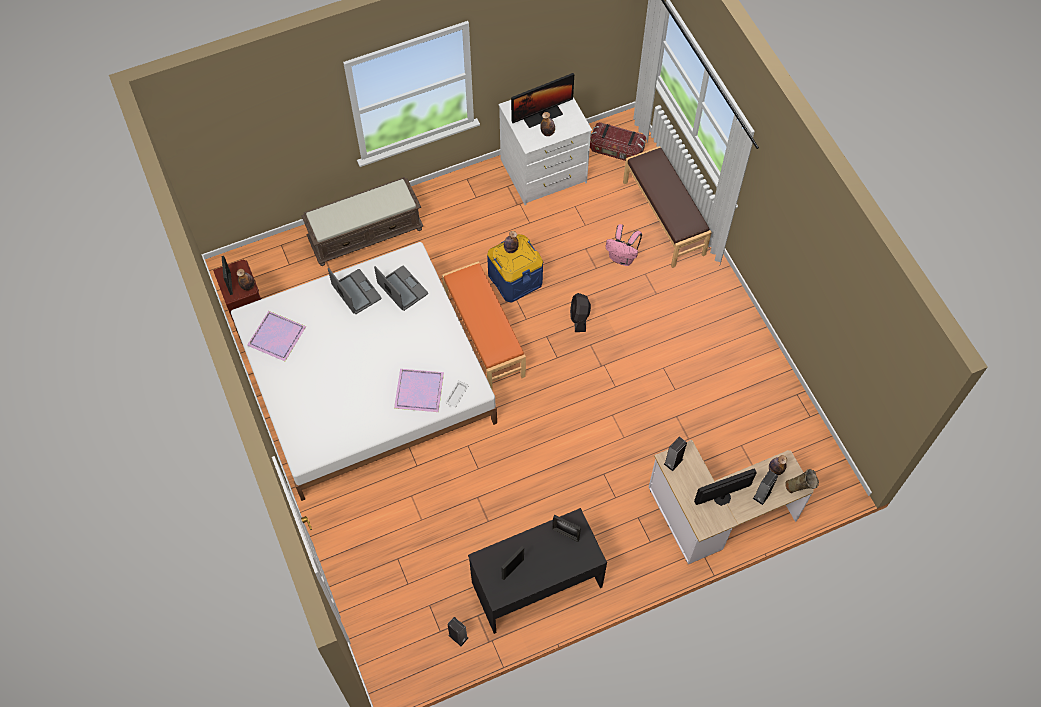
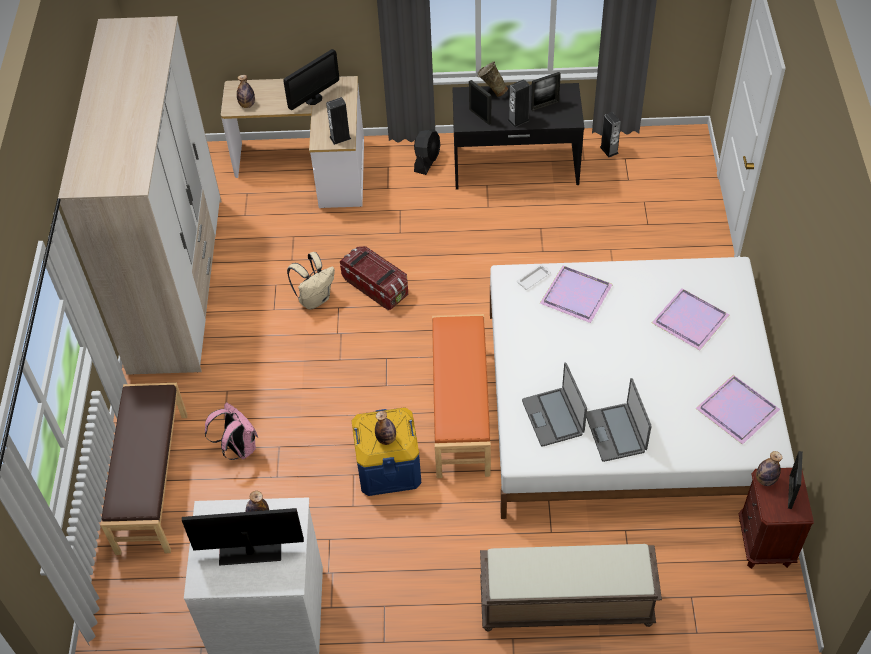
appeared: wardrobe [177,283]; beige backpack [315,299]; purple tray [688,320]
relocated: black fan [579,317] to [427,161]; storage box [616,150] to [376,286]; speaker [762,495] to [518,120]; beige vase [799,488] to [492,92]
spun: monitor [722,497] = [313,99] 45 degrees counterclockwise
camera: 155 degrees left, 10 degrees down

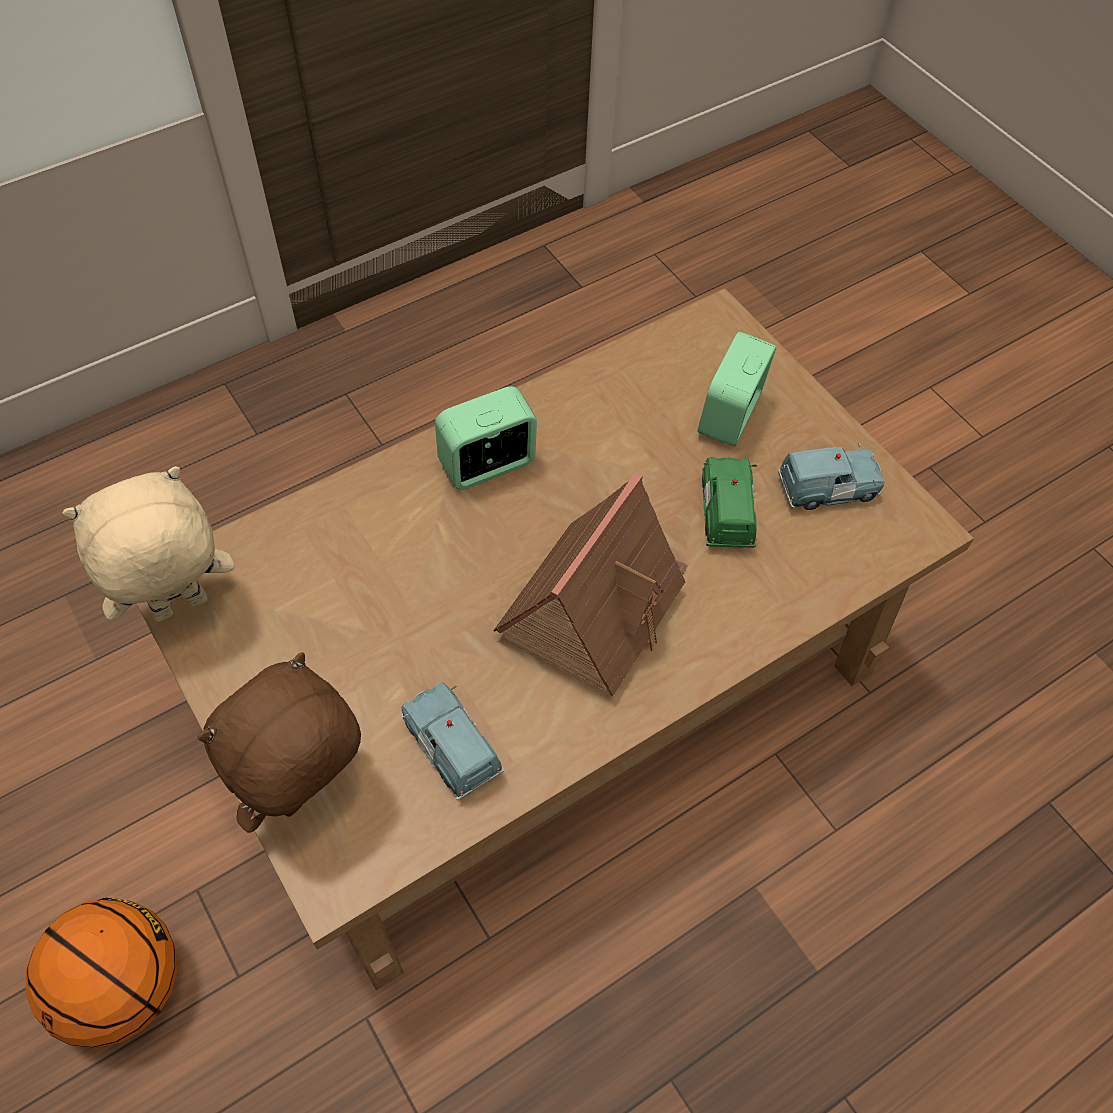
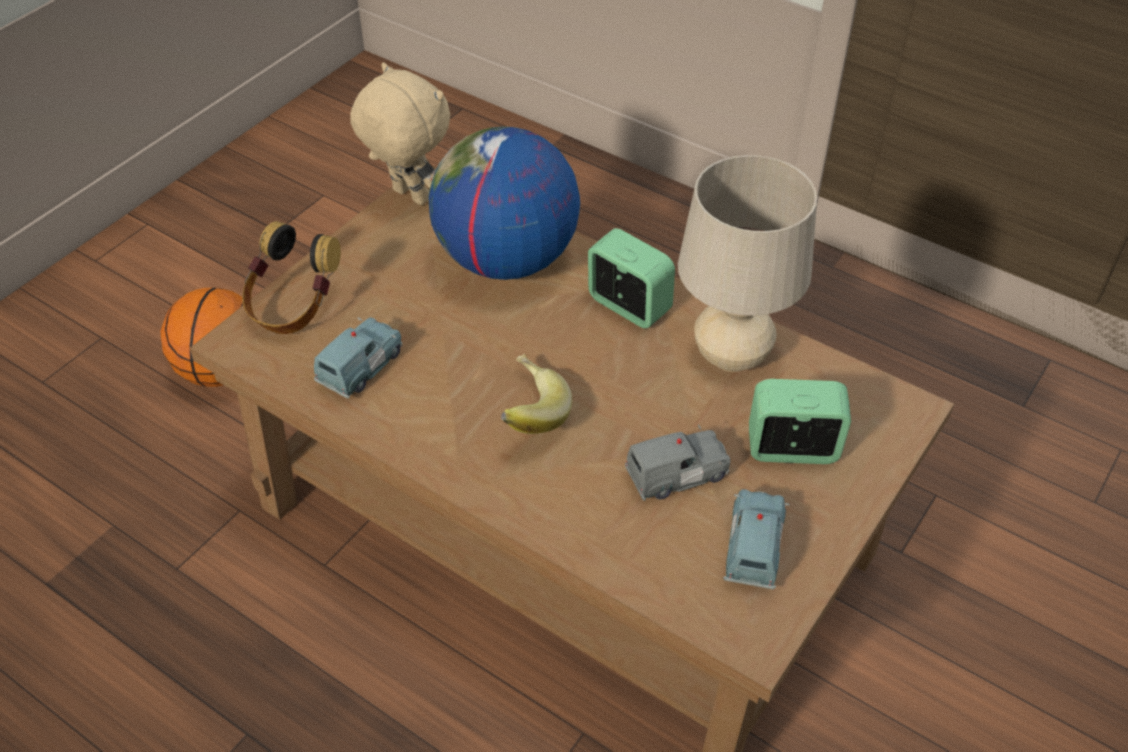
appeared: globe [506,260]; beige table lamp [731,356]
exchanged: brown plush toy [308,795] to headphones [293,307]; toy house [595,606] to banana [527,413]
colour: green toy car [726,511] to grey toy car [678,475]
spun: blue toy car [828,489] = [754,547] 135 degrees counterclockwise
camera: 70 degrees right, 10 degrees down

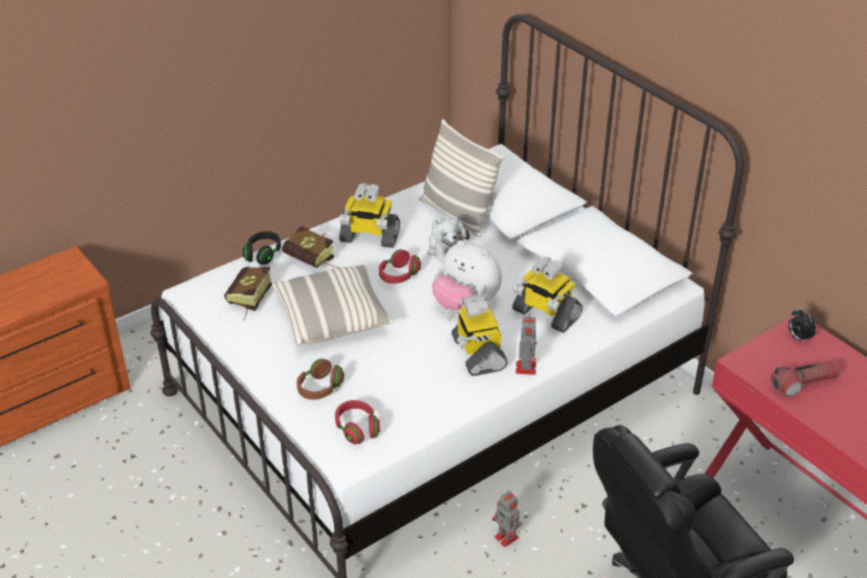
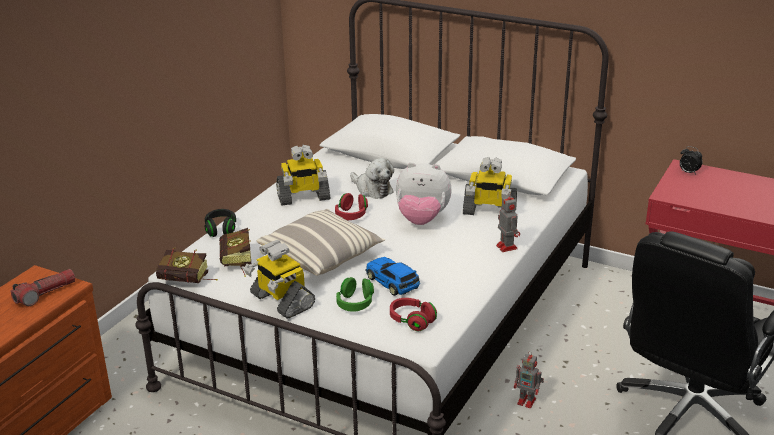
missing: pillow [457,214]
appeared: toy car [393,282]
relocated: book [313,262] to [189,281]; toy robot [477,353] to [281,301]; flashlight [804,384] to [45,294]
colour: brown headphones [320,388] to green headphones [355,304]
camera: 25 degrees left, 10 degrees down

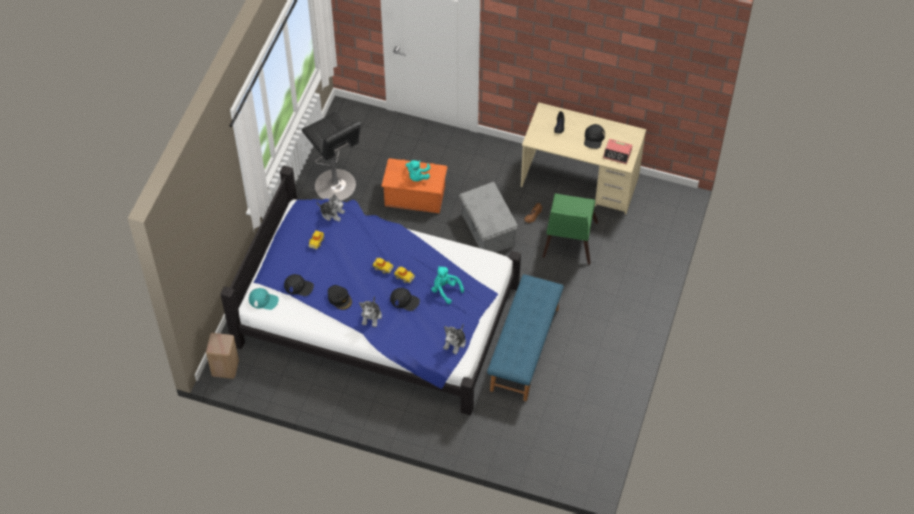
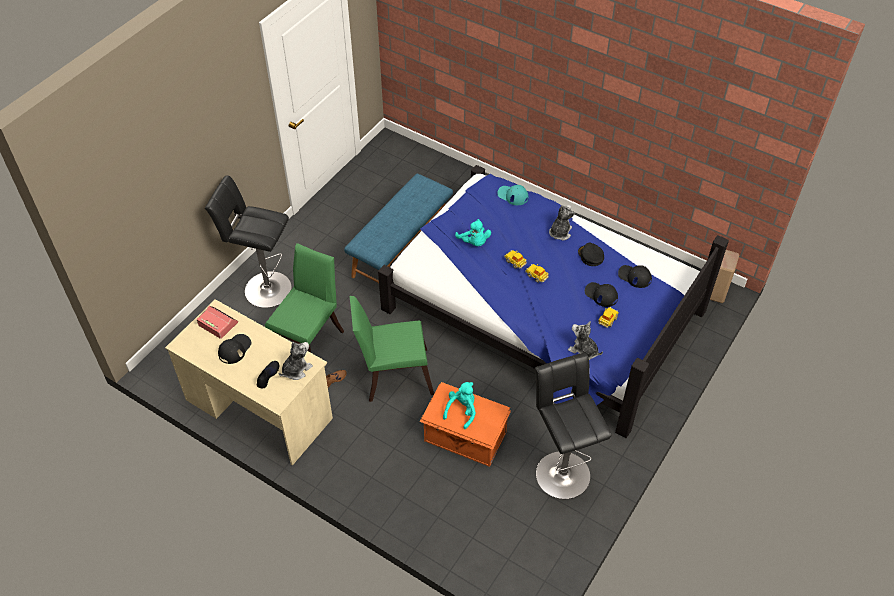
appeared: black stool [264,288]
relocated: turquoise cap [263,300] to [512,195]; black cap [404,300] to [601,295]; plush toy [455,343] to [296,369]
exchanged: grey storage box [487,230] to green chair [392,374]
camera: 165 degrees left, 5 degrees down

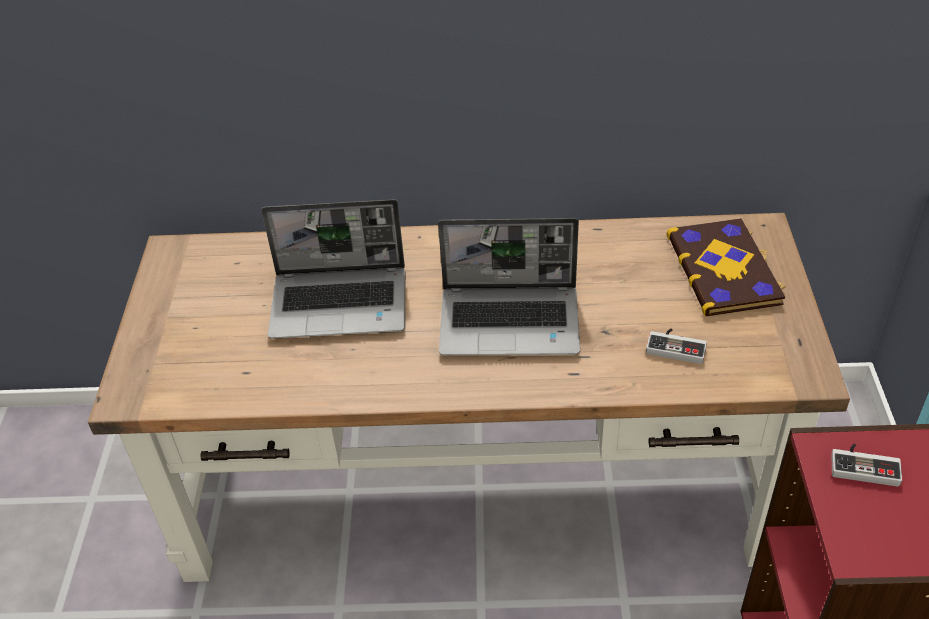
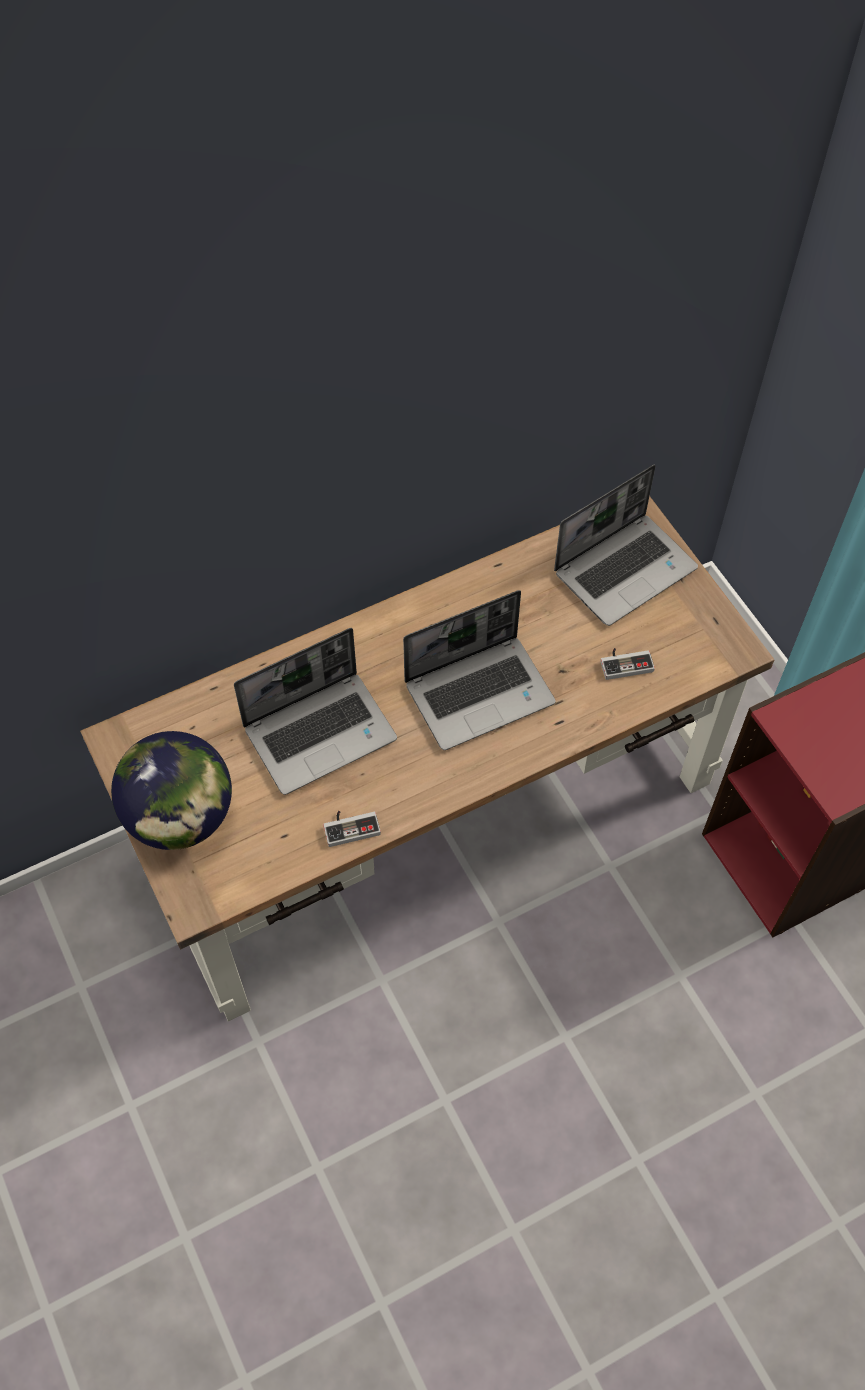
appeared: globe [181,817]
relocated: game controller [864,465] to [350,826]
exchanged: book [725,269] to laptop [625,569]
camera: 30 degrees left, 15 degrees up

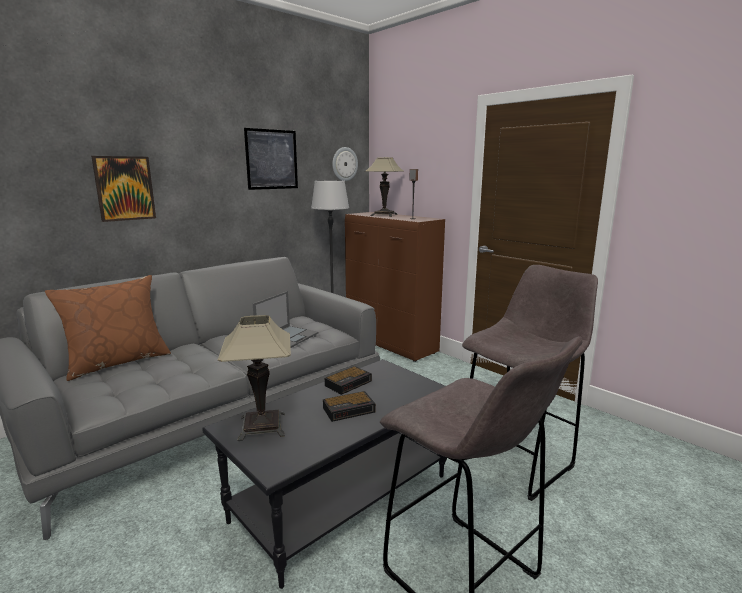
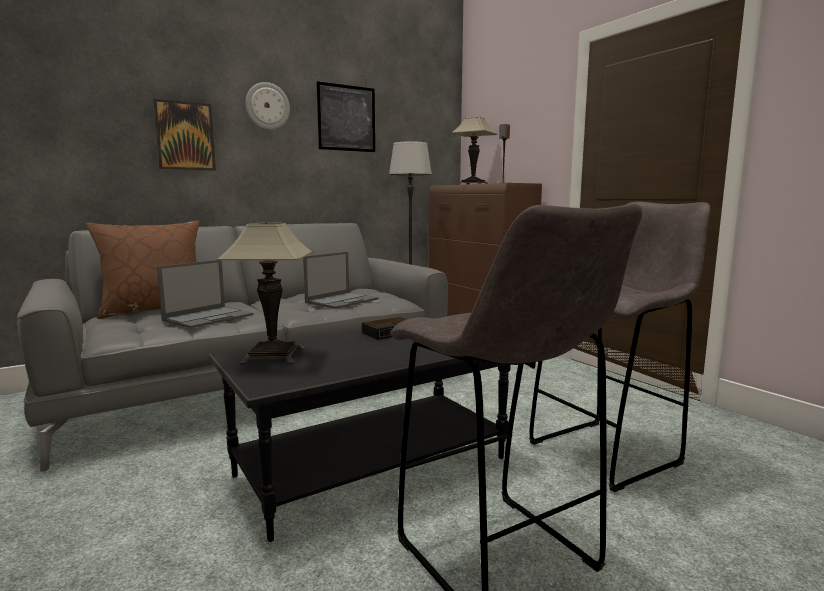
missing: alarm clock [350,409]
appeared: laptop [209,317]
relocated: wall clock [344,164] to [267,106]
camera: 10 degrees right, 5 degrees down

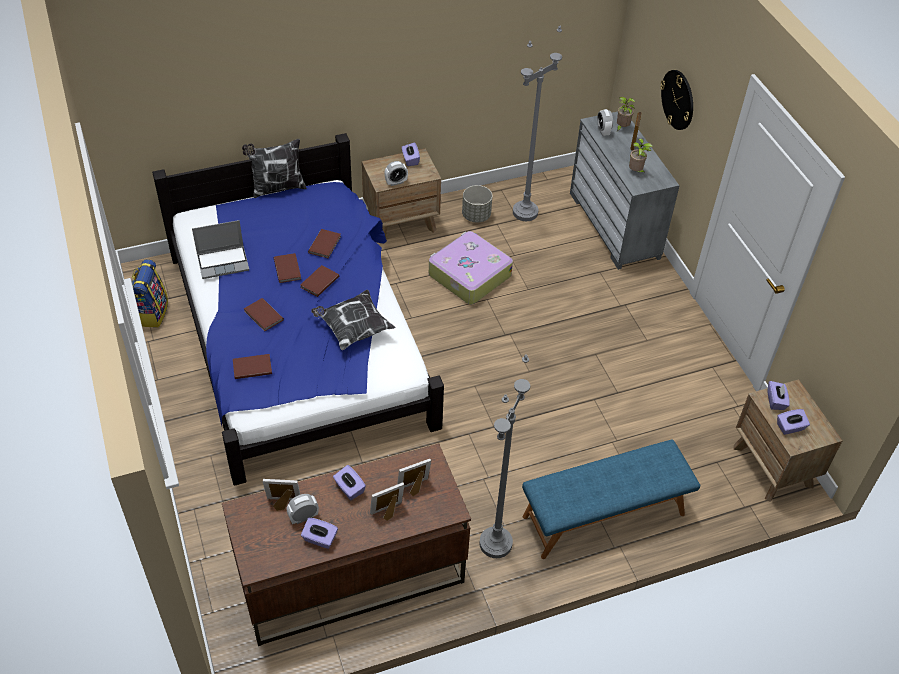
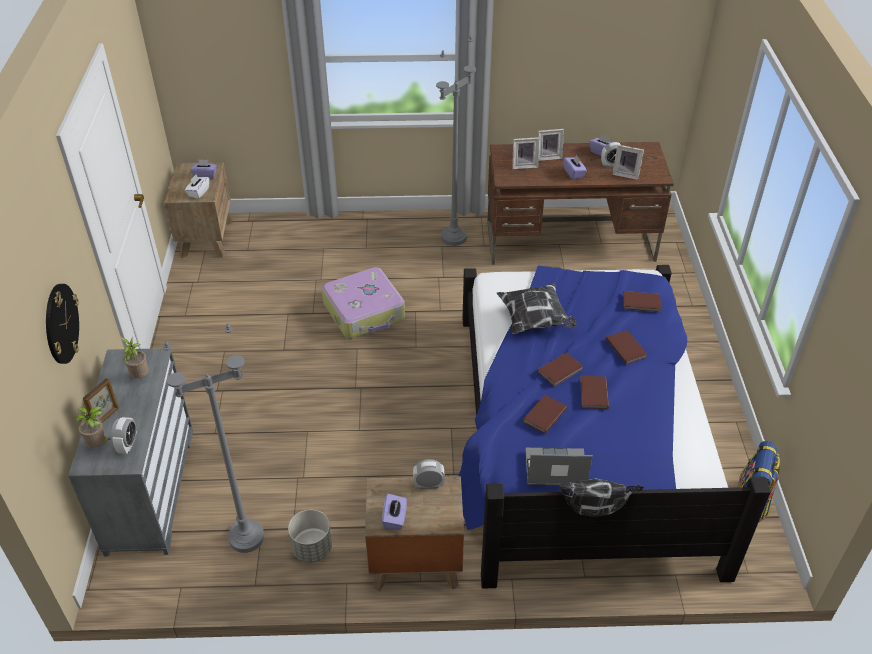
missing: blue bench [604,516]
relocated: laptop [223,262] to [554,469]; suitcase [468,275] to [364,311]
colour: purple tissue box [776,401] to white tissue box [198,192]
camera: 160 degrees left, 5 degrees down

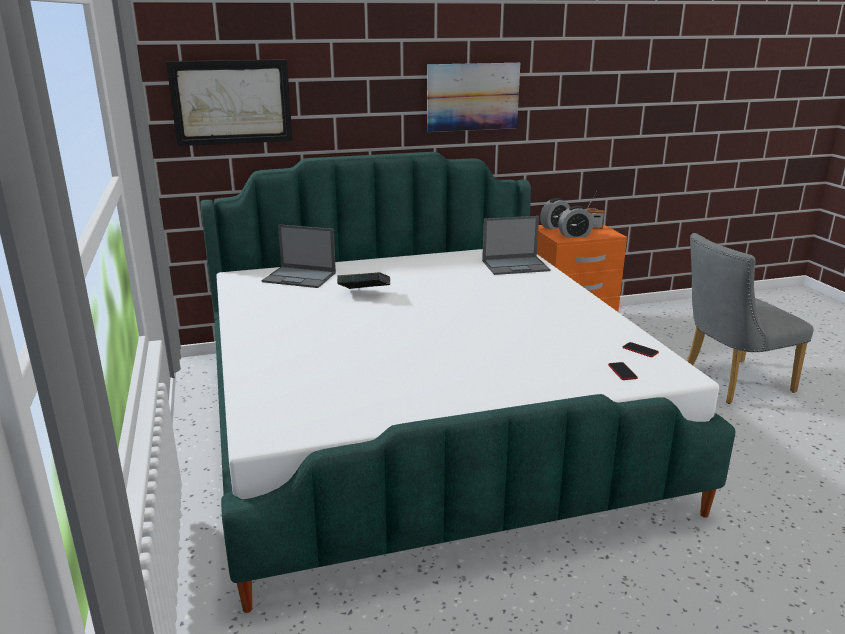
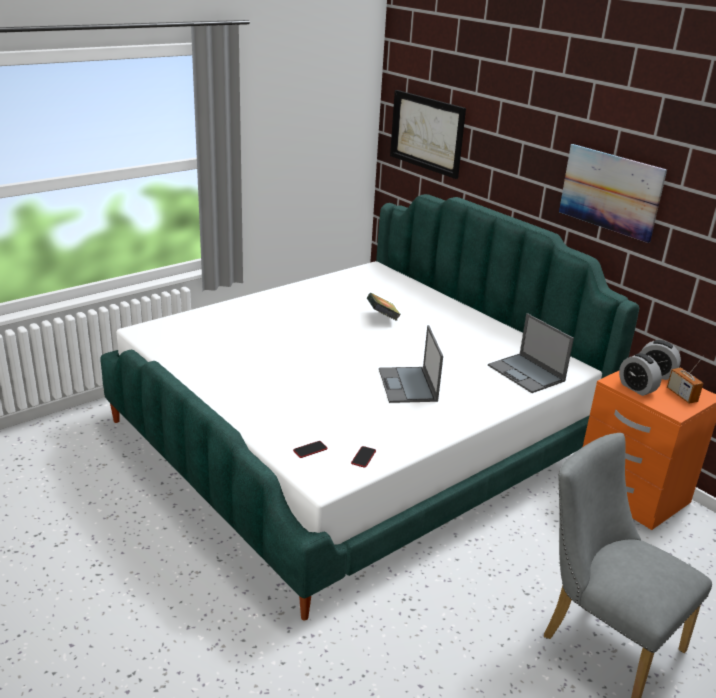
relocated: laptop [300,277] to [408,385]
camera: 65 degrees right, 5 degrees up

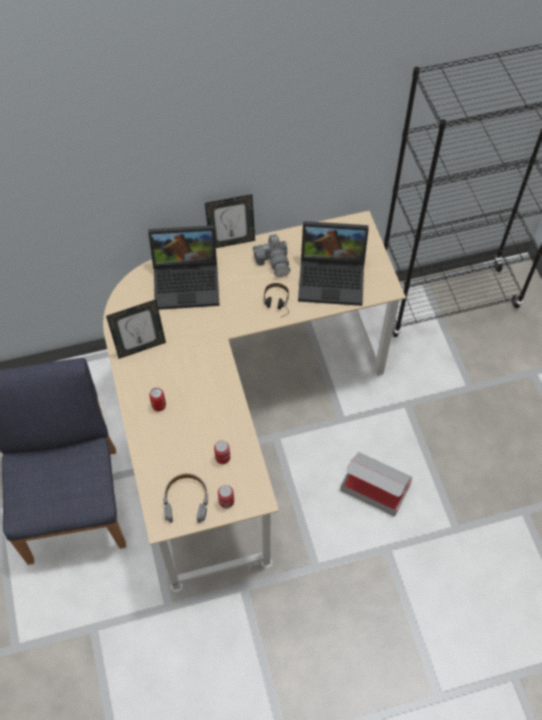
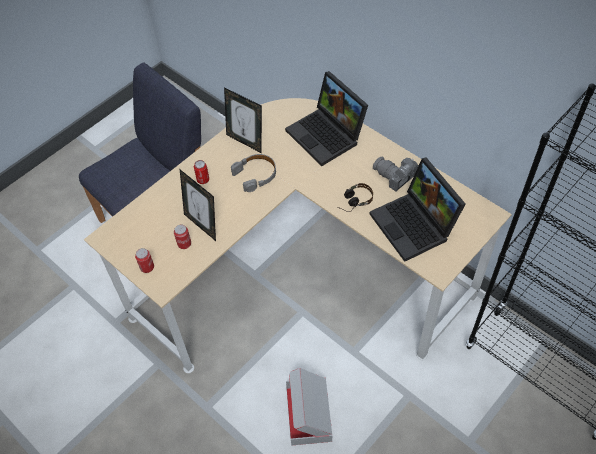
relocated: grey headphones [186,500] to [256,175]; picture frame [231,242] to [202,225]
spun: photo camera [274,261] = [395,177] 90 degrees clockwise
camera: 60 degrees right, 5 degrees down

